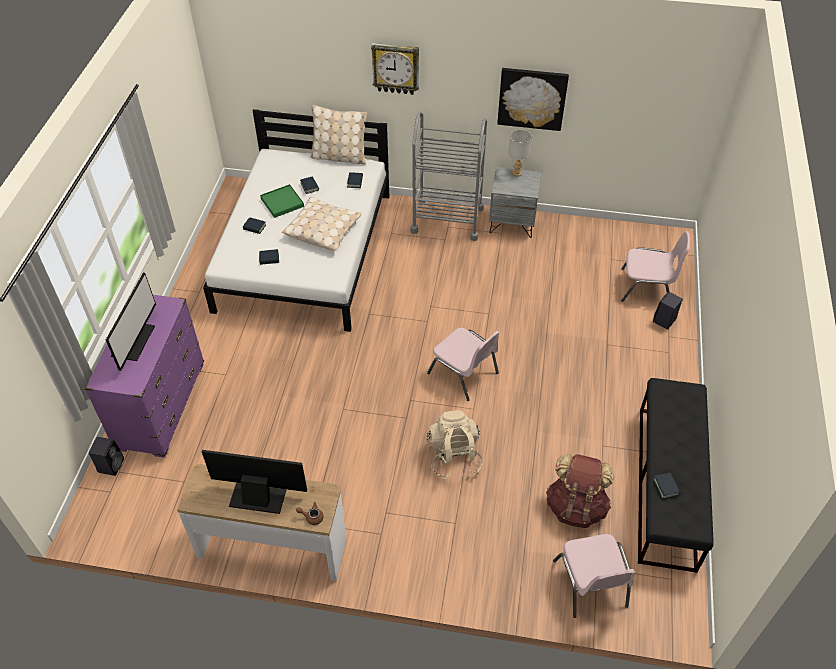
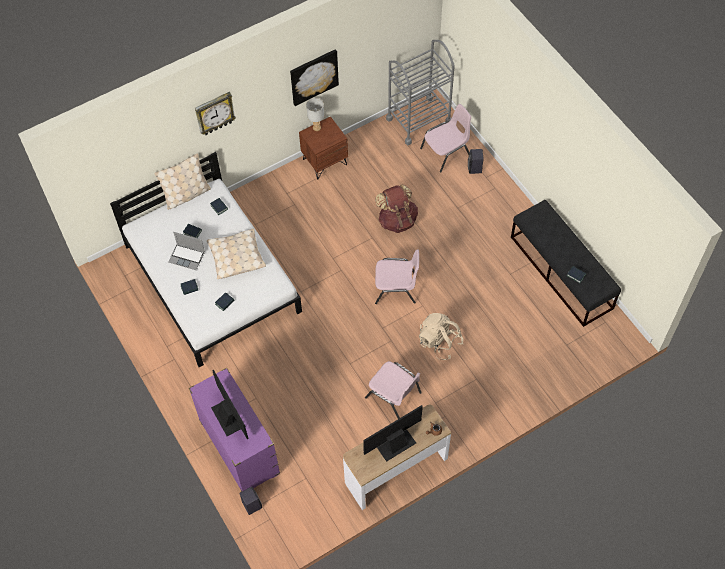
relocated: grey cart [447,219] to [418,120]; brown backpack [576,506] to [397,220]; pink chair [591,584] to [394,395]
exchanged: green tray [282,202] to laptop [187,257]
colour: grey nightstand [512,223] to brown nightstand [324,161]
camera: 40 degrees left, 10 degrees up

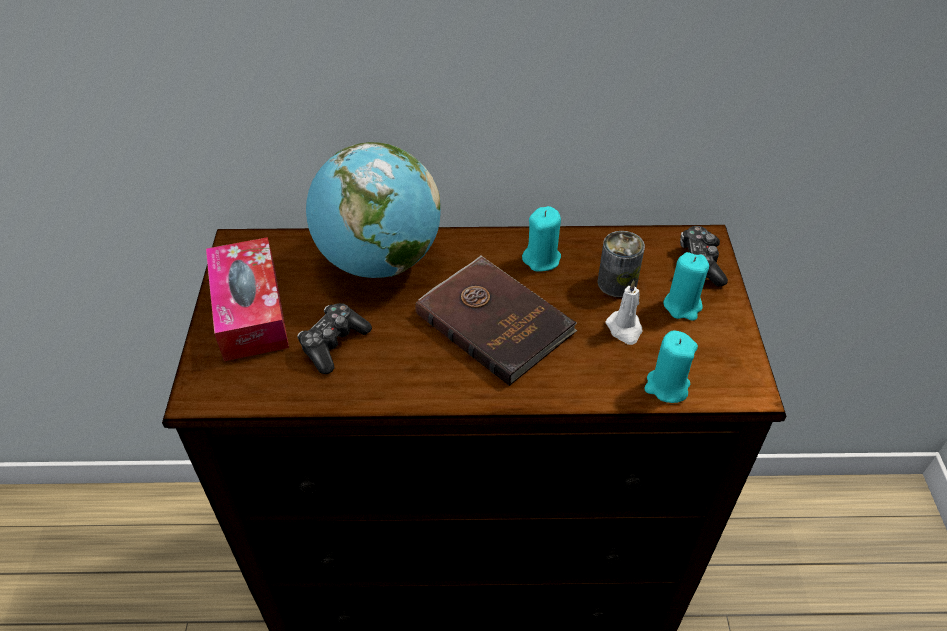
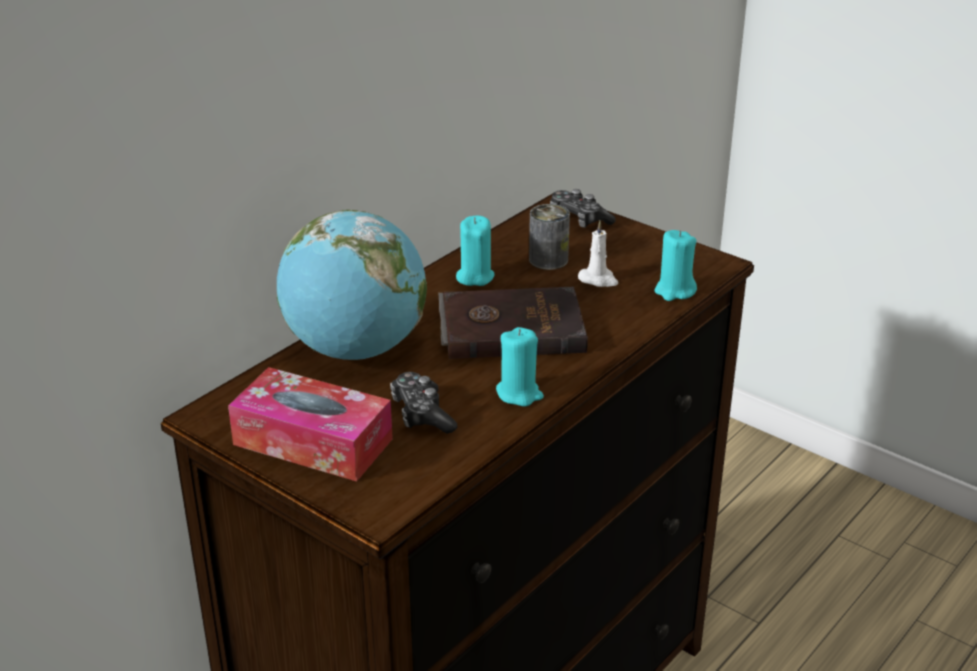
relocated: turquoise candle [682,306] to [519,394]
camera: 50 degrees left, 15 degrees down

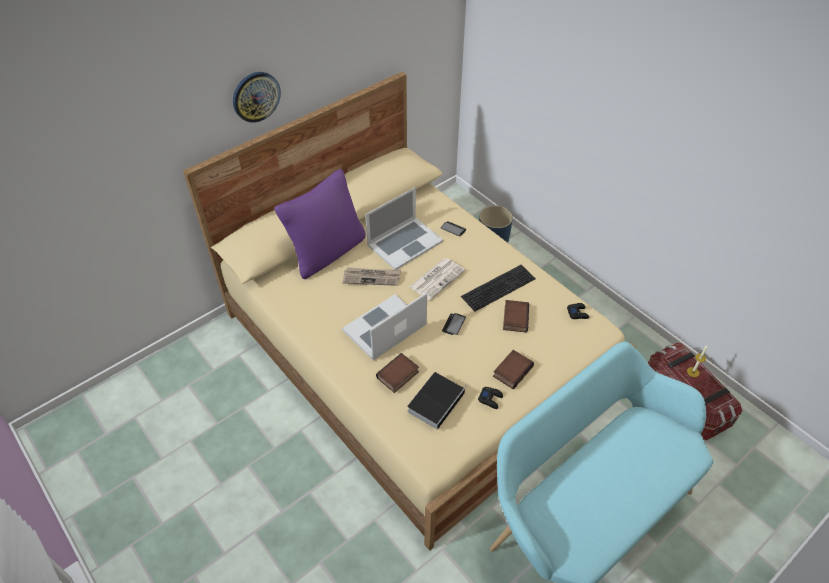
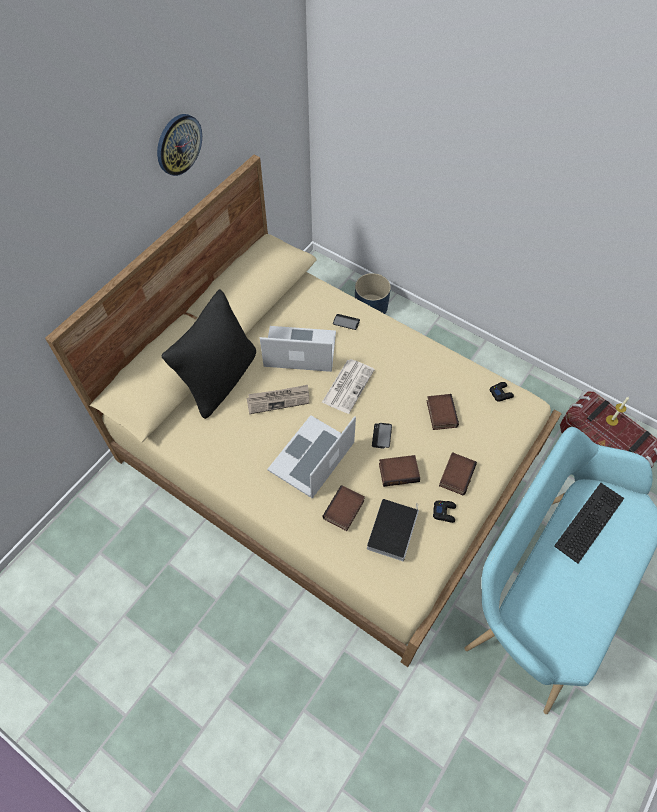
appeared: book [399,471]
relocated: wall clock [256,96] to [178,144]; keyboard [498,286] to [588,520]
colour: purple pillow [327,252] to black pillow [219,379]
spun: laptop [404,243] = [300,350] 120 degrees counterclockwise
camera: 15 degrees left, 10 degrees up

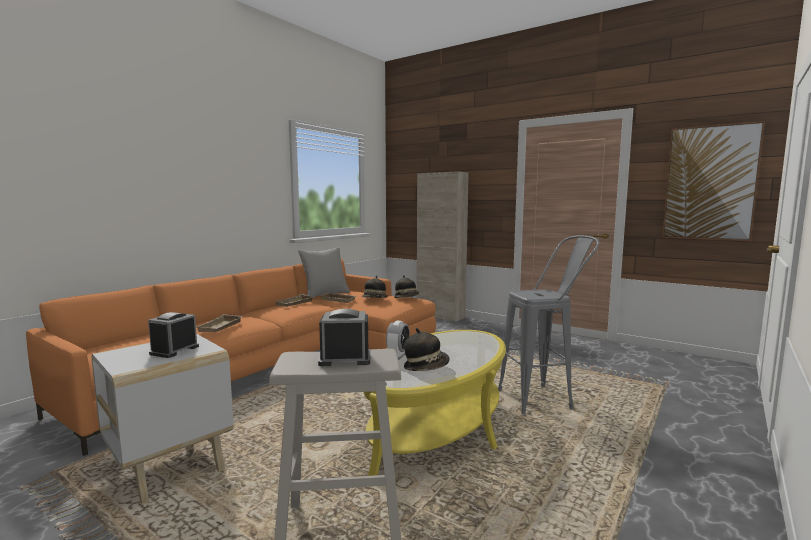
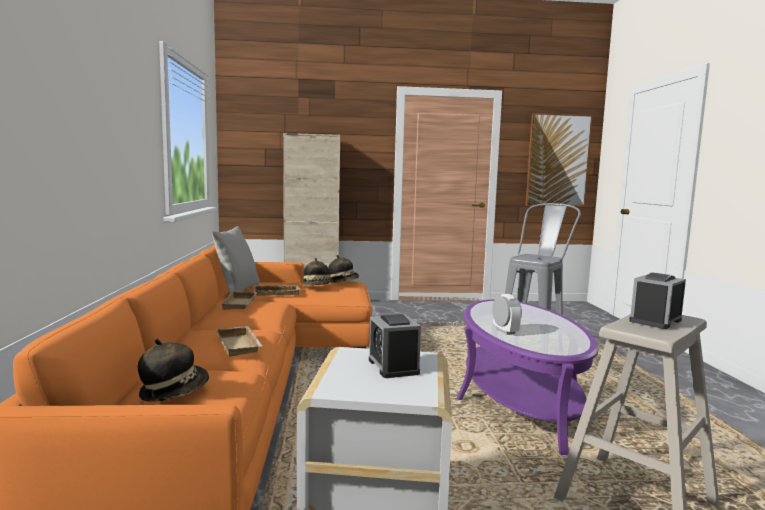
relocated: hat [426,367] to [174,391]
colour: yellow coffee table [437,429] to purple coffee table [519,399]
camera: 40 degrees left, 0 degrees up

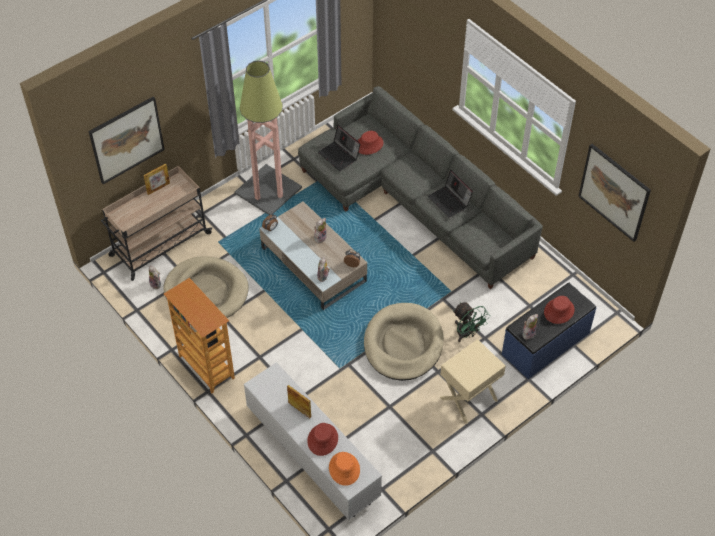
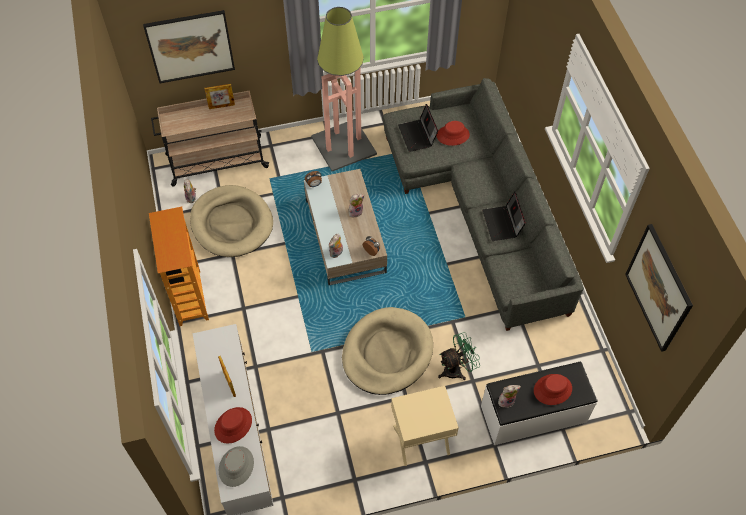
colour: orange hat [344,469] to grey hat [236,466]; blue bench [546,344] to white bench [533,415]
spun: green fan [467,334] = [456,369] 105 degrees counterclockwise
camera: 25 degrees right, 5 degrees up

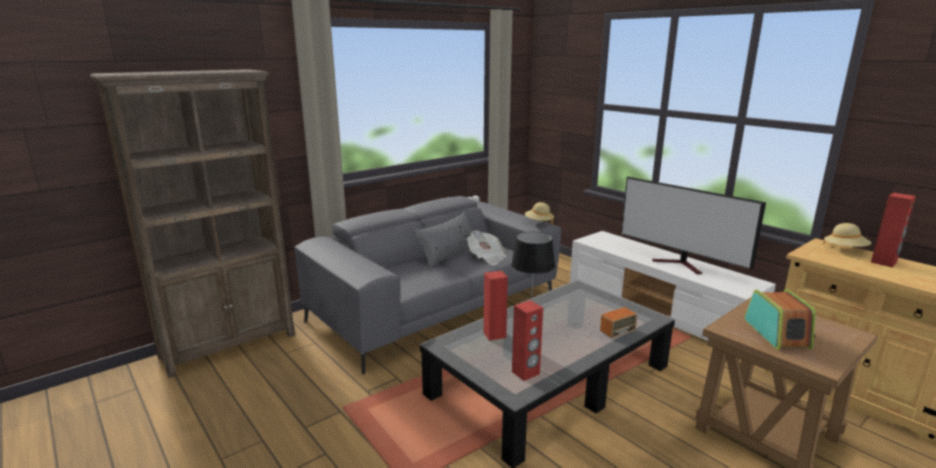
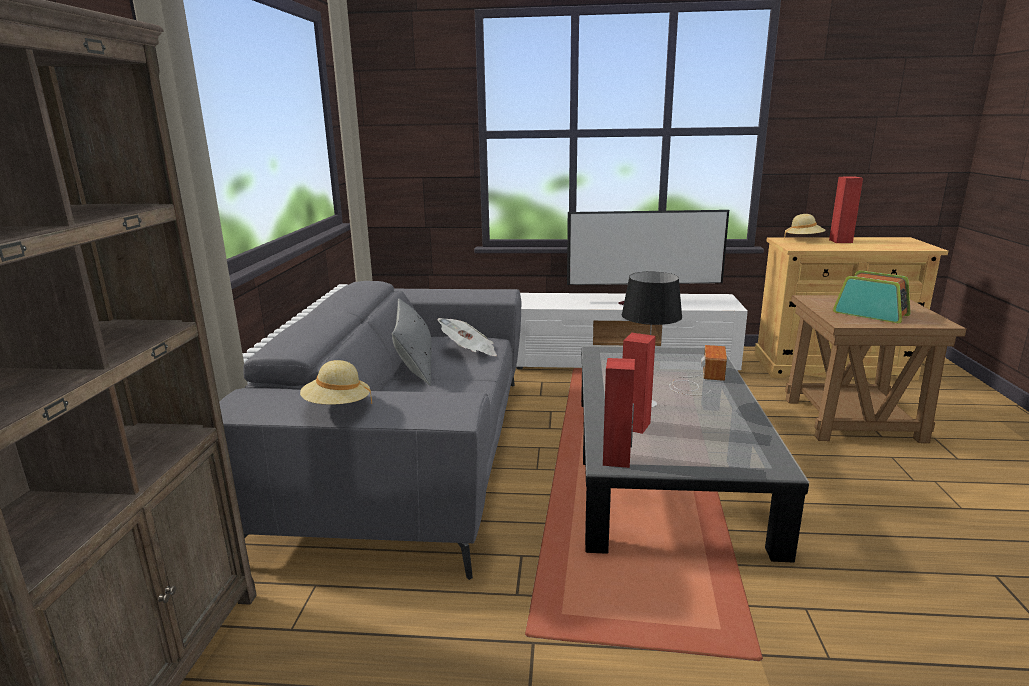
relocated: red speaker [526,373] to [617,459]; beige hat [539,222] to [337,406]
camera: 45 degrees left, 0 degrees up

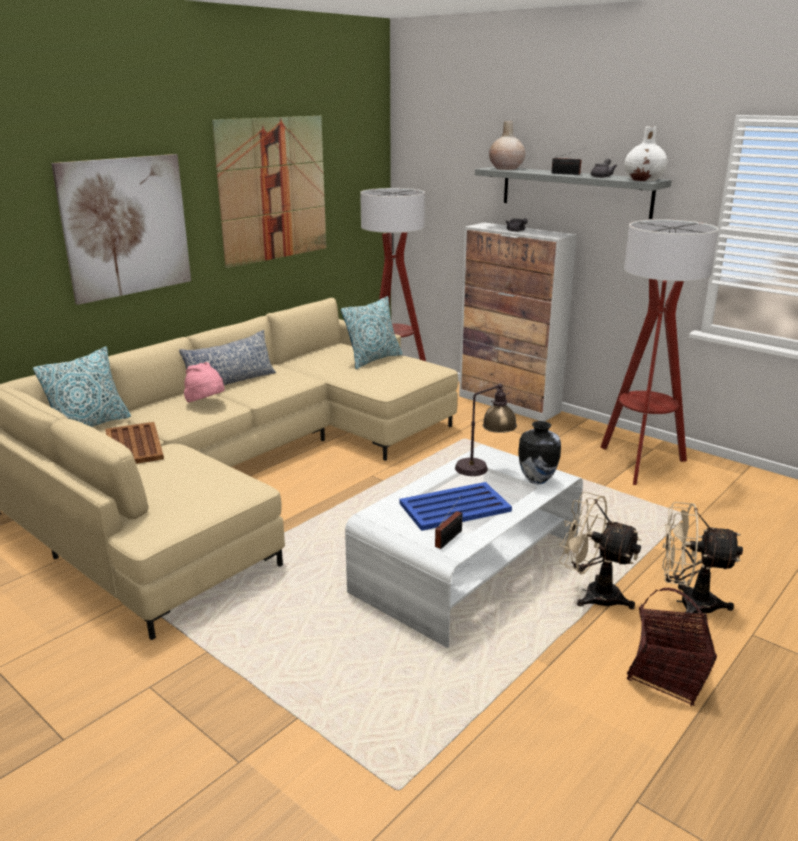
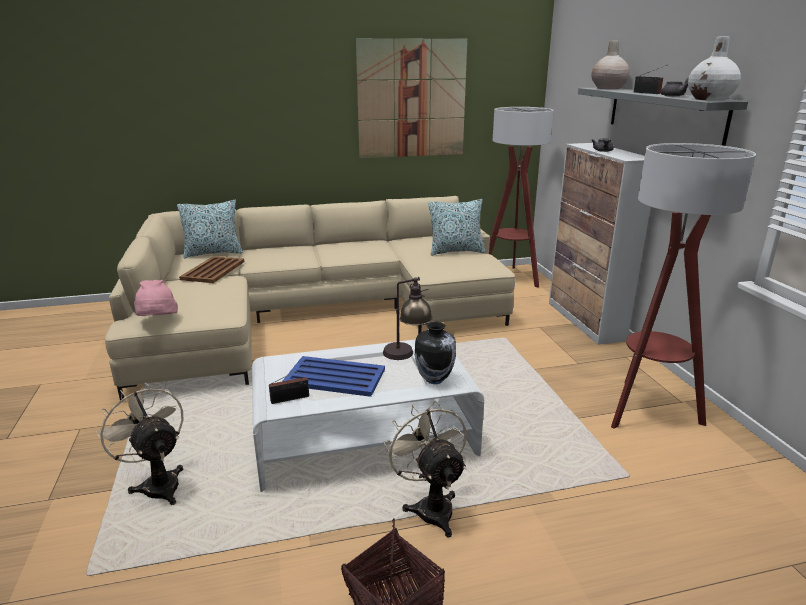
missing: picture [126,227]; pillow [230,382]
relocated: pink hat [206,403] to [157,321]; beige fan [687,603] to [158,483]
camera: 35 degrees right, 0 degrees up

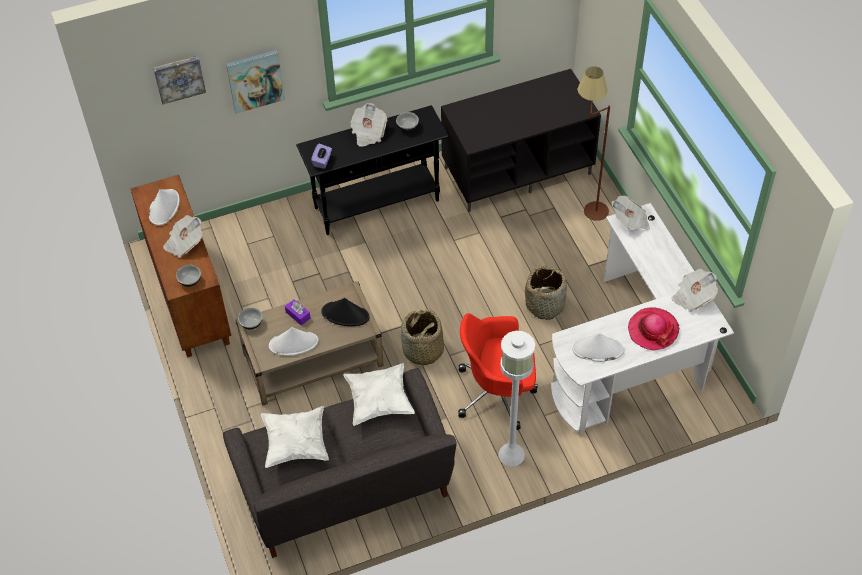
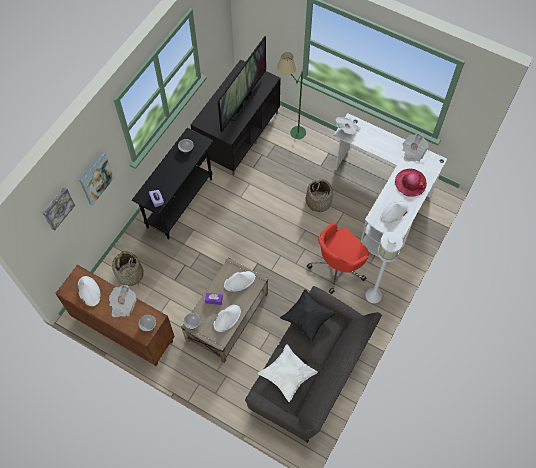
missing: newspaper [368,133]
appeared: television [242,103]
relocated: basket [422,350] to [130,275]
colour: black hat [345,314] to white hat [239,281]; white pillow [379,401] to black pillow [307,318]; brown floor lamp [587,205] to green floor lamp [290,132]
camera: 40 degrees left, 10 degrees up

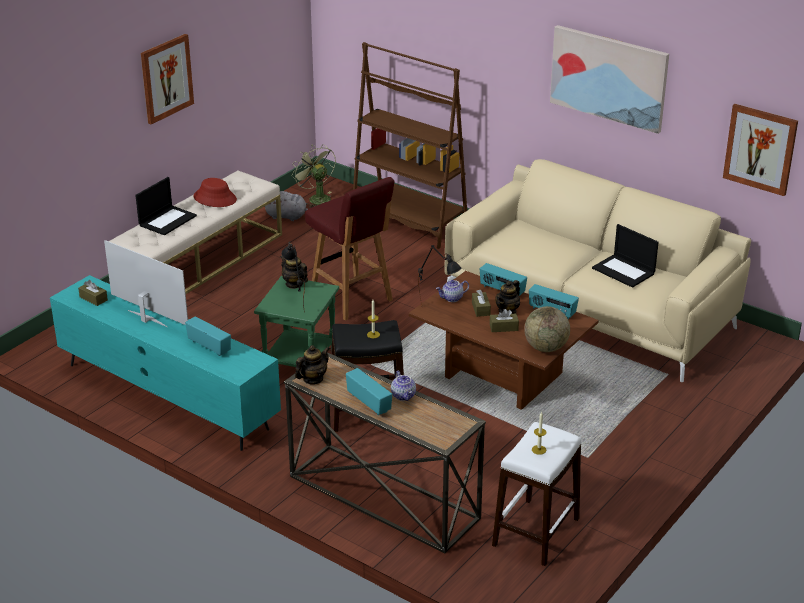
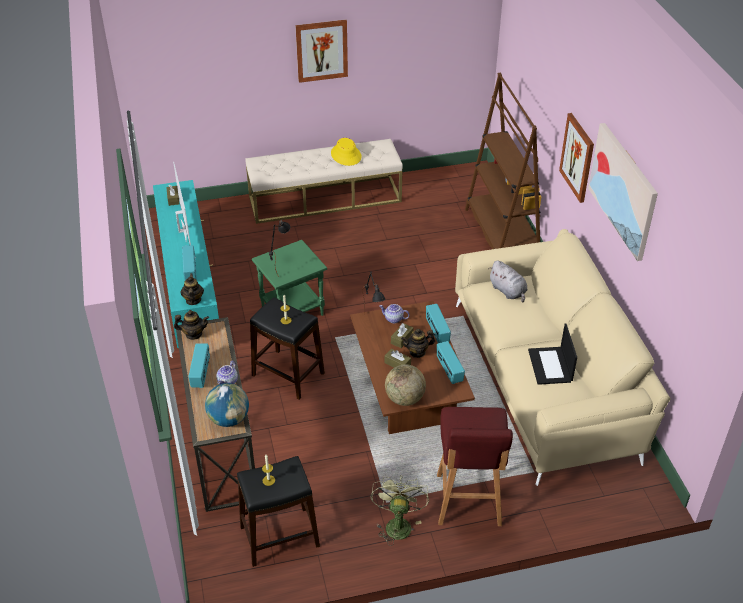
missing: laptop [167,220]
appeared: globe [229,419]
relocated: grey plush toy [287,216] to [508,291]; teapot [294,284] to [193,300]; green fan [316,198] to [397,523]; red stool [352,298] to [468,501]; picture [760,149] to [577,157]
colour: red hat [215,198] to yellow hat [346,155]; white stool [536,532] to black stool [280,537]
camera: 40 degrees right, 10 degrees up

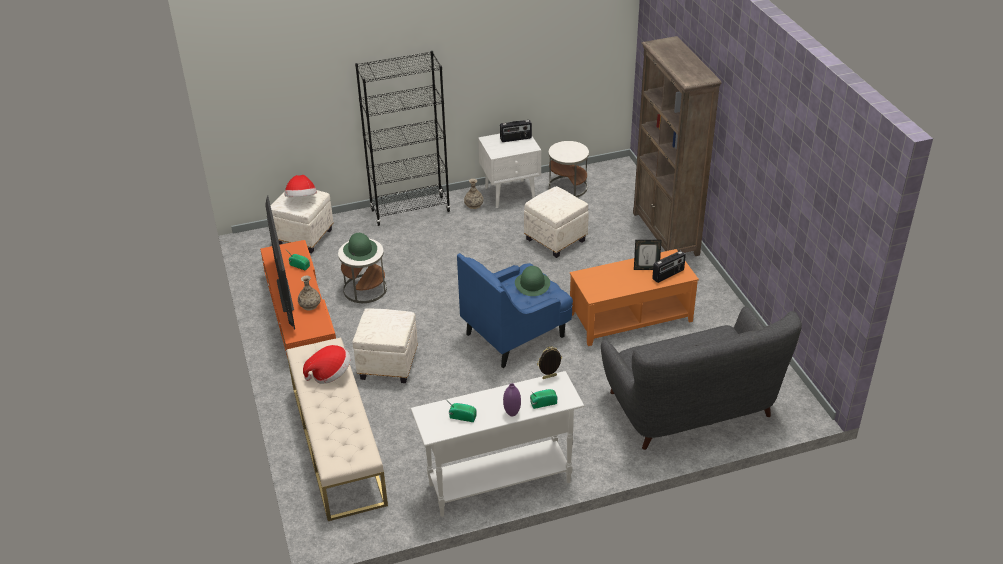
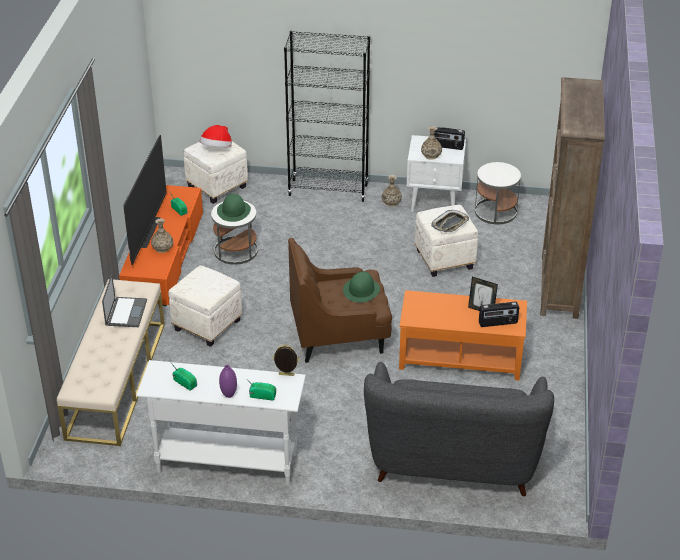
appeared: vase [431,155]; tray [450,224]
exchanged: hat [330,374] to laptop [126,312]
colour: blue armchair [516,335] to brown armchair [340,336]
camera: 25 degrees right, 0 degrees up

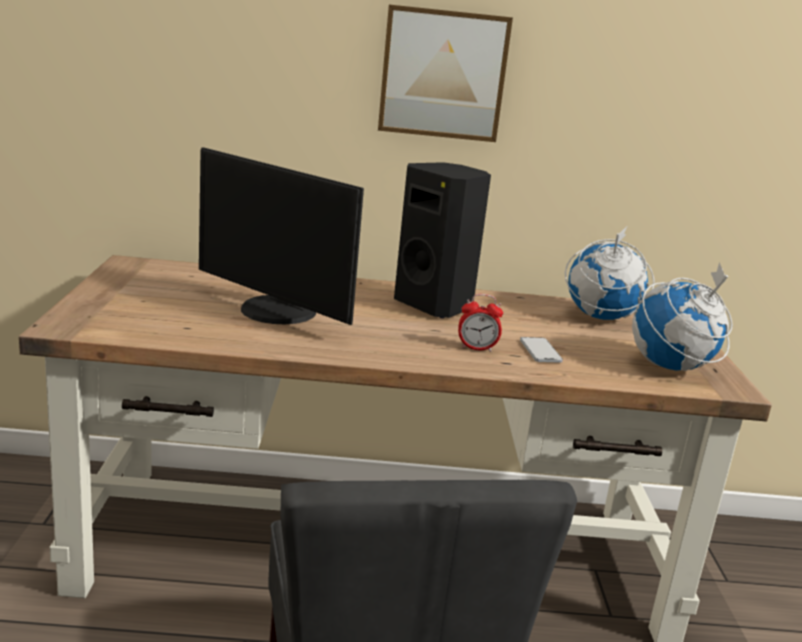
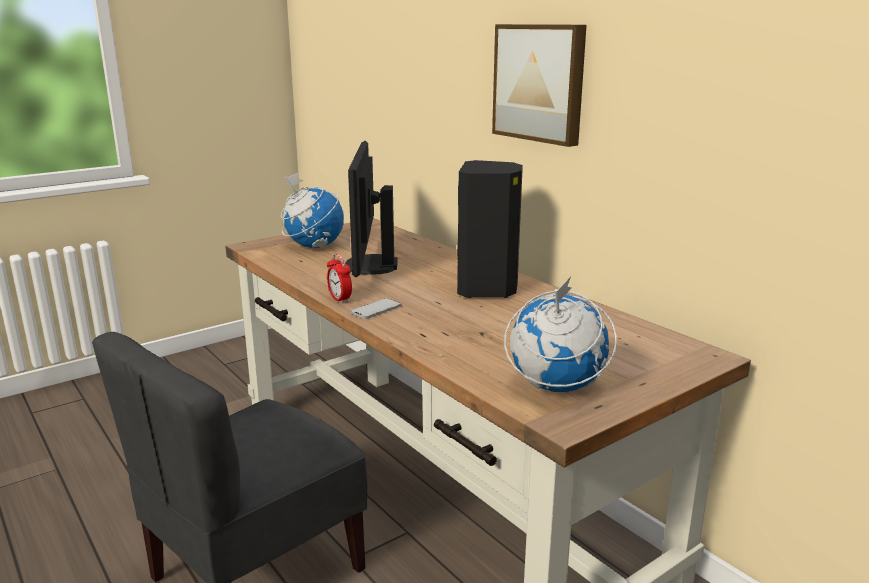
relocated: alarm clock [477,348] to [340,299]; phone [540,351] to [376,309]; globe [599,318] to [314,247]
camera: 55 degrees right, 0 degrees up

